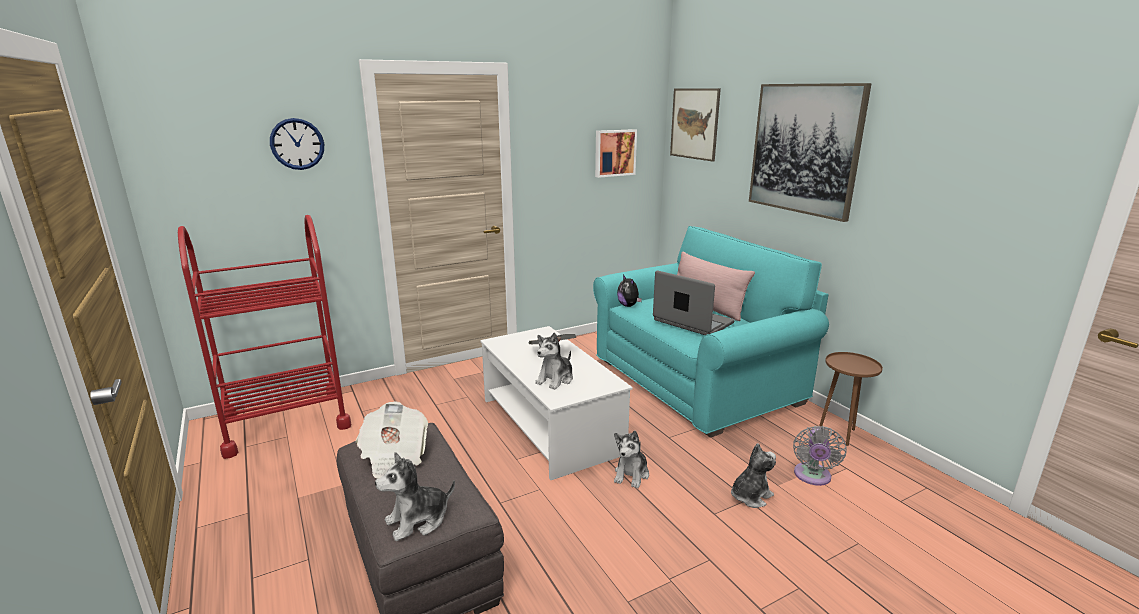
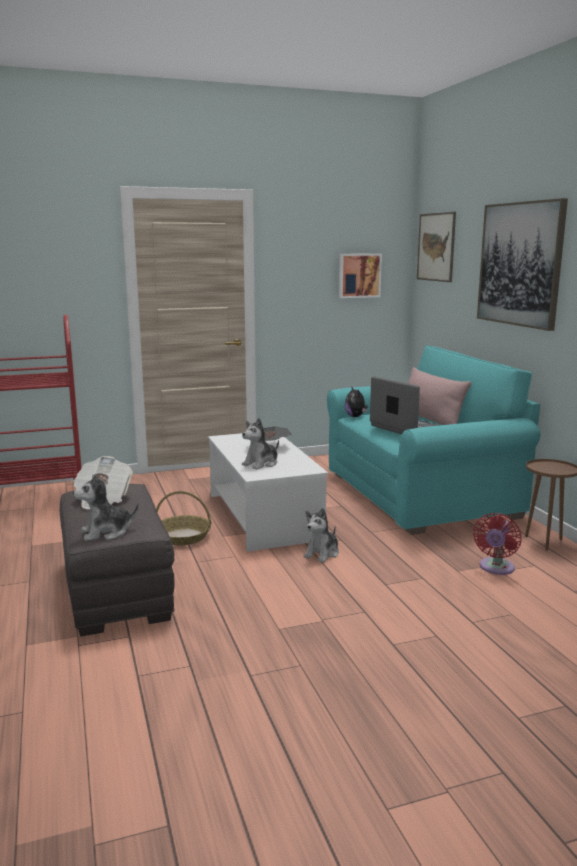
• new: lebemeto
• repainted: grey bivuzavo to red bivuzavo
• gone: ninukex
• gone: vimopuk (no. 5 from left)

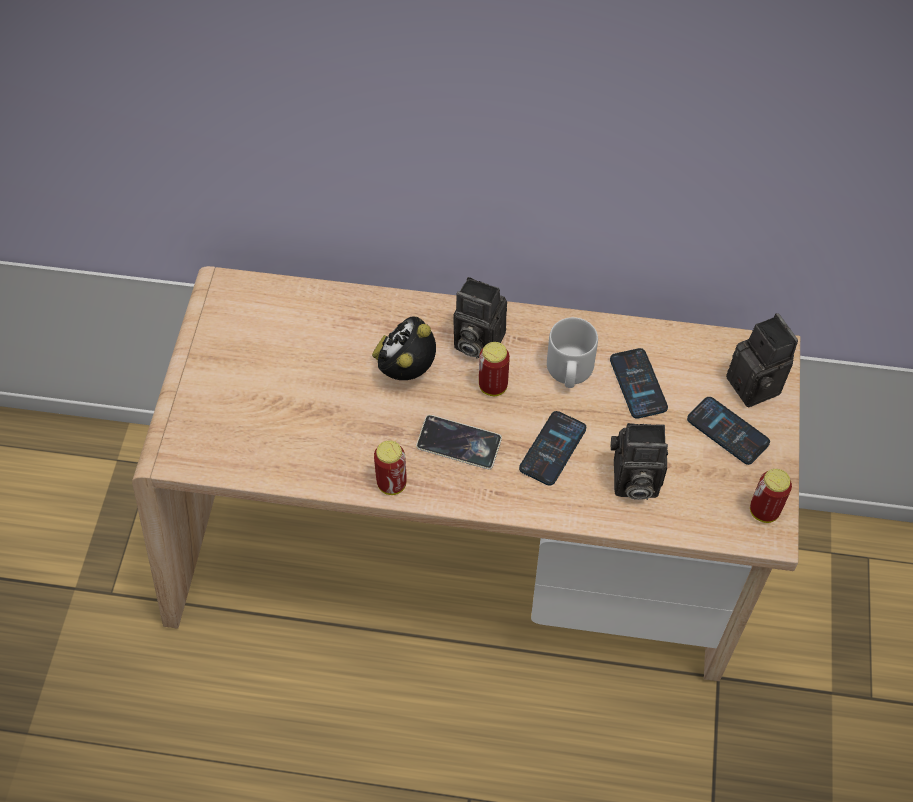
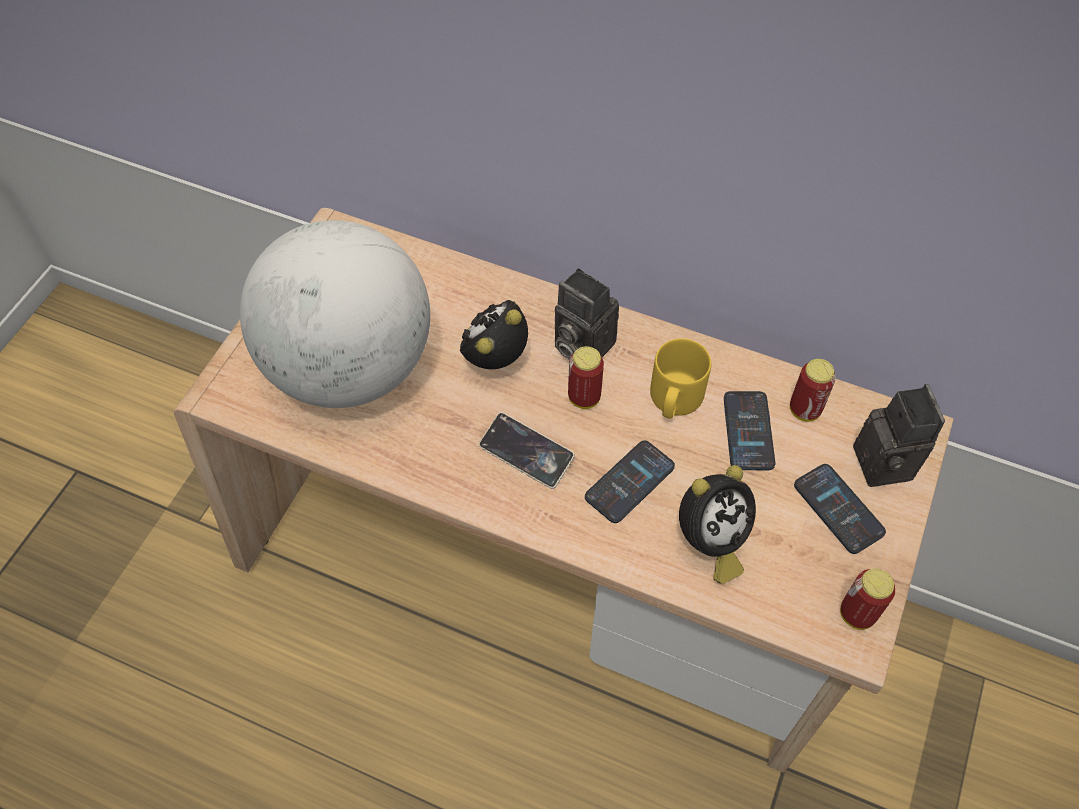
• new: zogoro
• repainted: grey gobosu to yellow gobosu
• swapped: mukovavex (no. 2 from left) to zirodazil (no. 2 from left)
• shifted: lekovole (no. 1 from left in the first image) to lekovole (no. 2 from left)

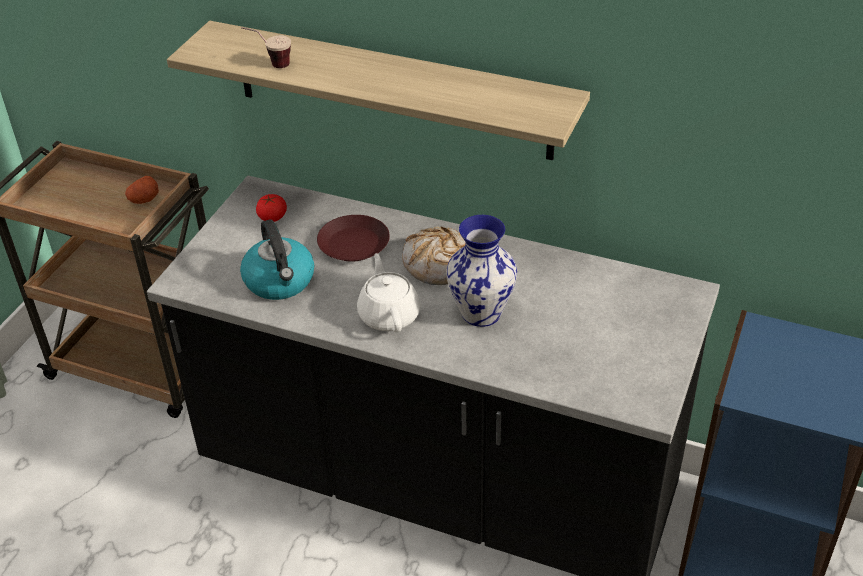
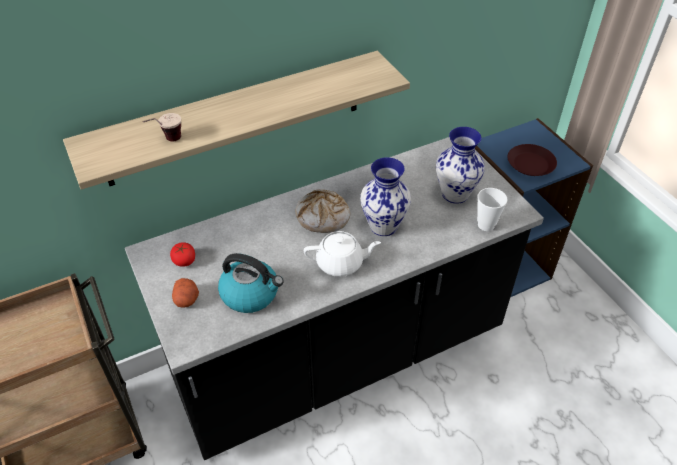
• shifted: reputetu
• rotated: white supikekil 150 degrees clockwise
• new: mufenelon (no. 2 from left)
• new: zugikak (no. 2 from left)
• shifted: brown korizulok

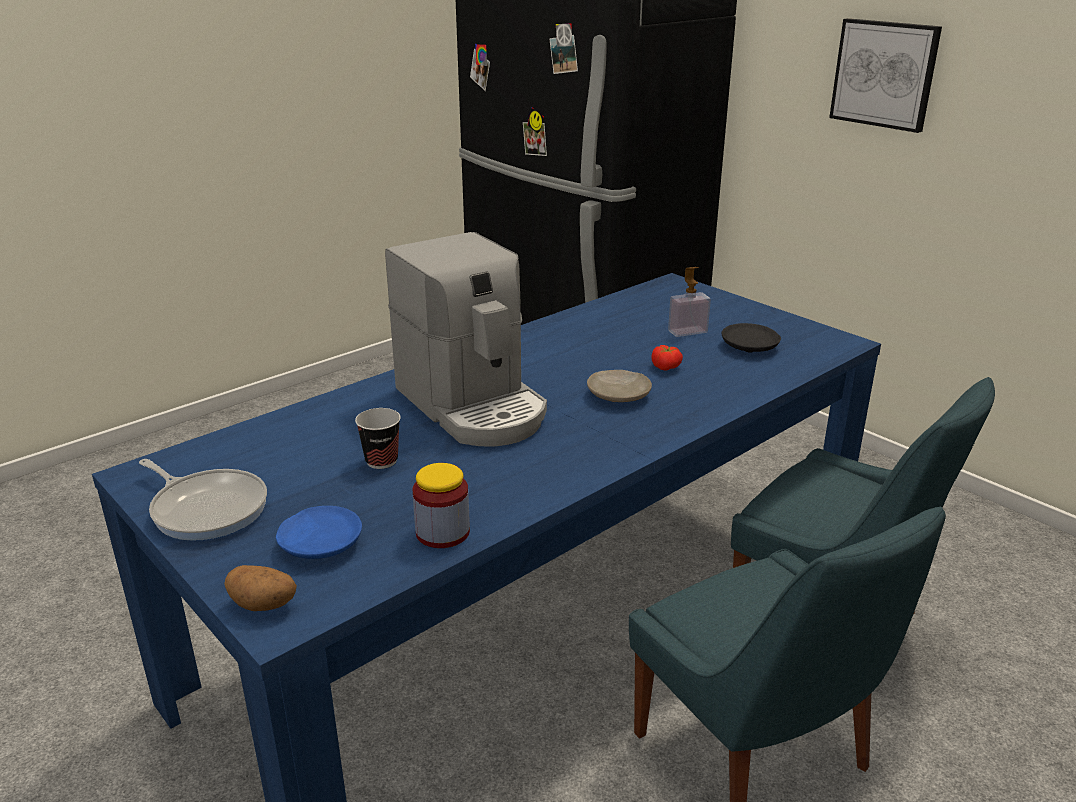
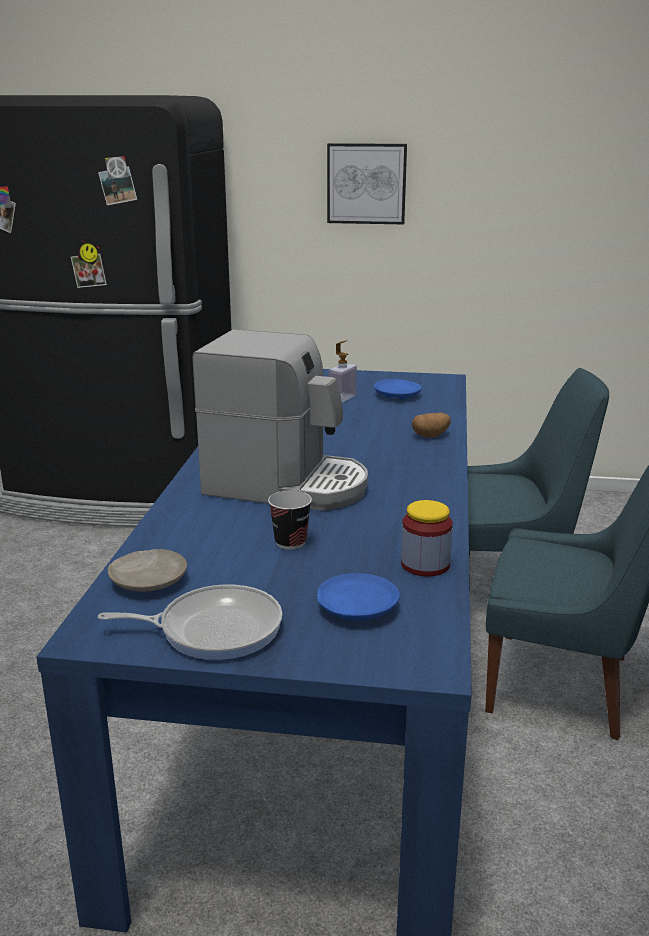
• shifted: beige korizulok
• repainted: black korizulok to blue korizulok (no. 2 from left)
• shifted: reputetu
• gone: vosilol

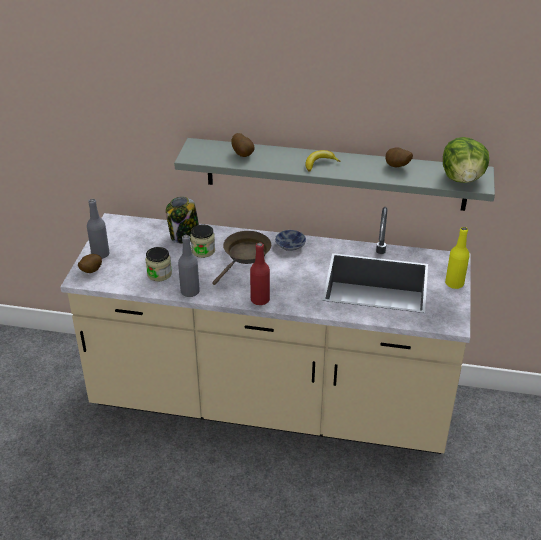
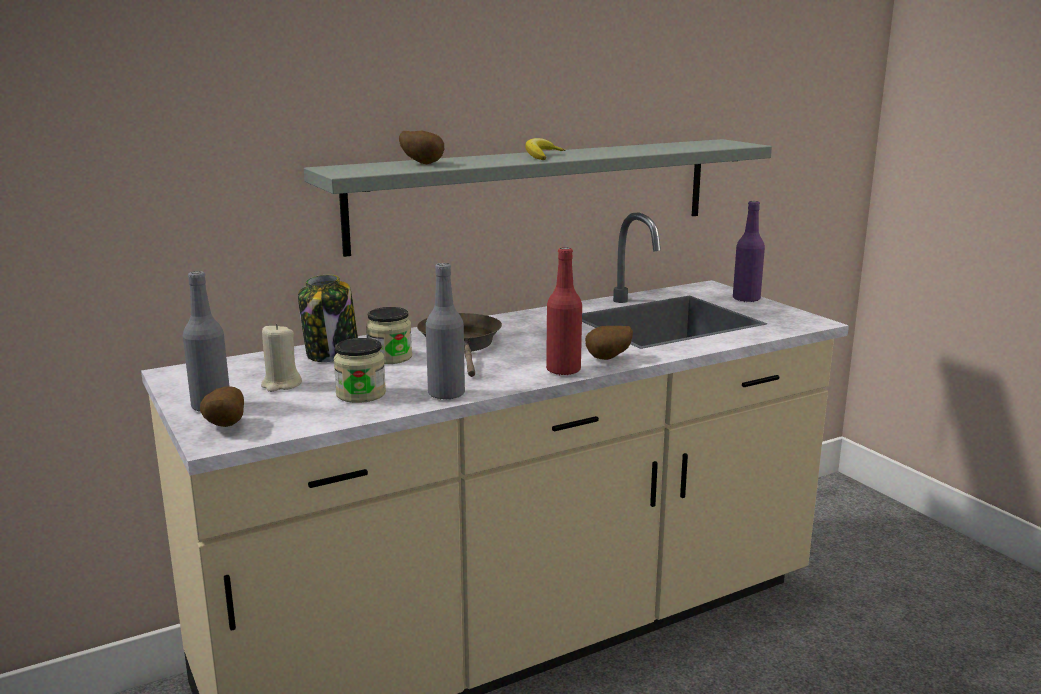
• new: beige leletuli
• shifted: reputetu (no. 3 from left)
• repainted: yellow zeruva to purple zeruva
• gone: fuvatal
• gone: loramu

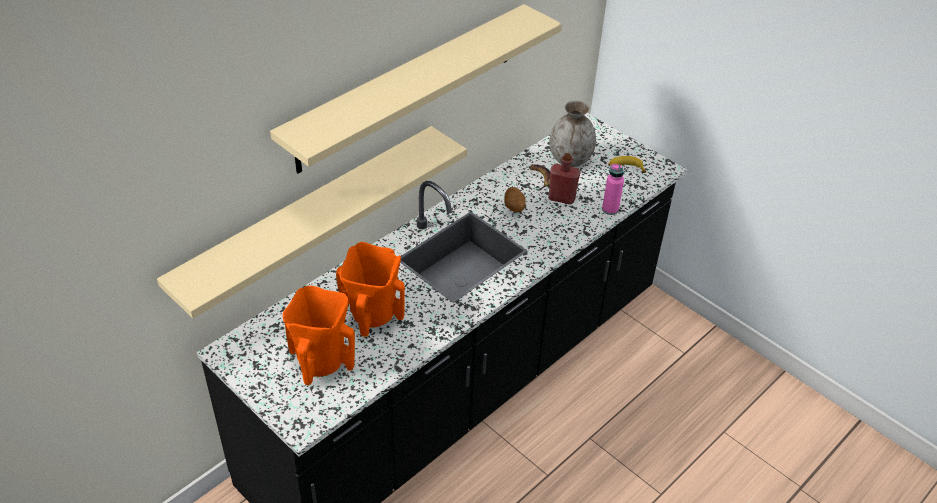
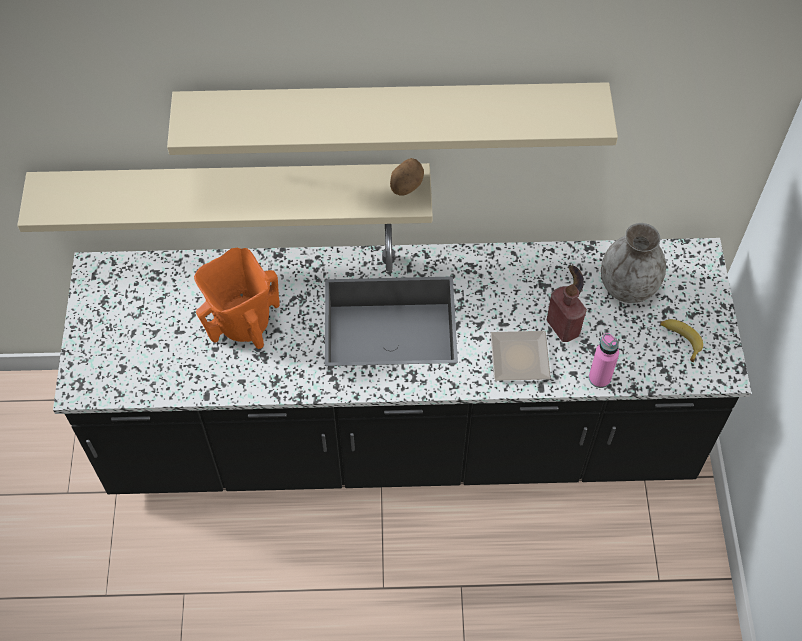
• shifted: reputetu
• new: korizulok
• gone: orange mufenelon (no. 1 from left)

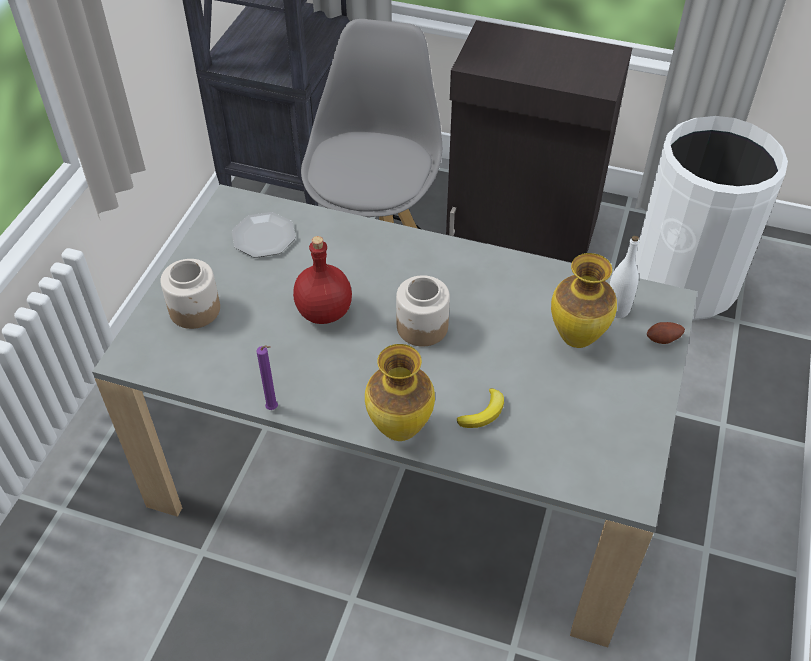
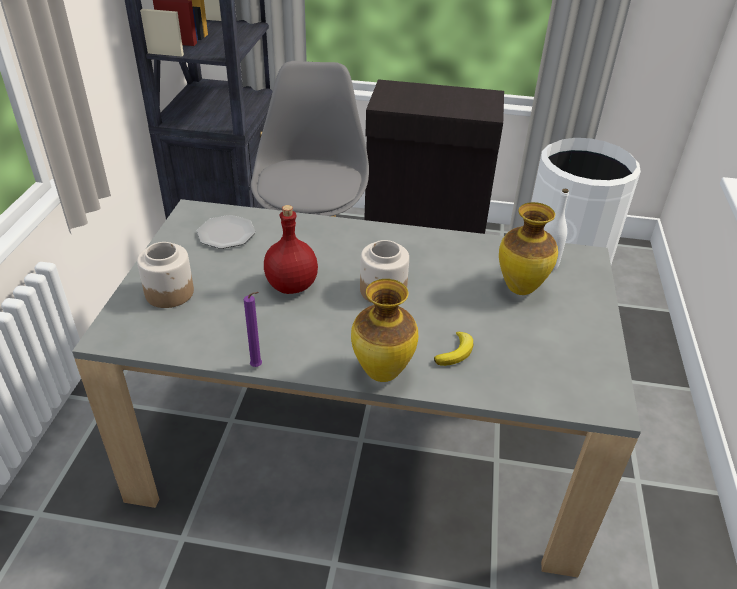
• gone: reputetu

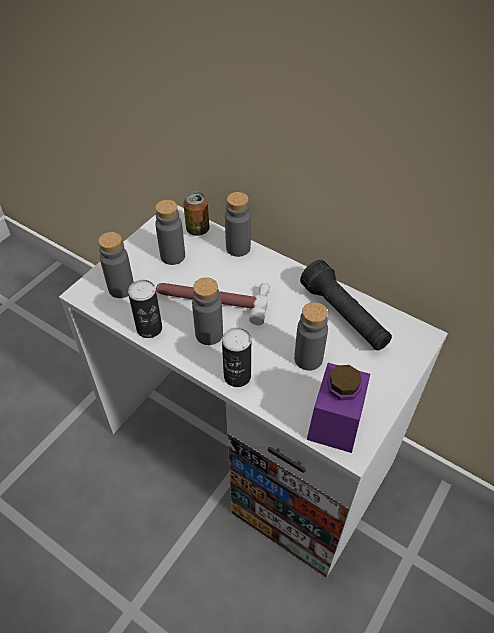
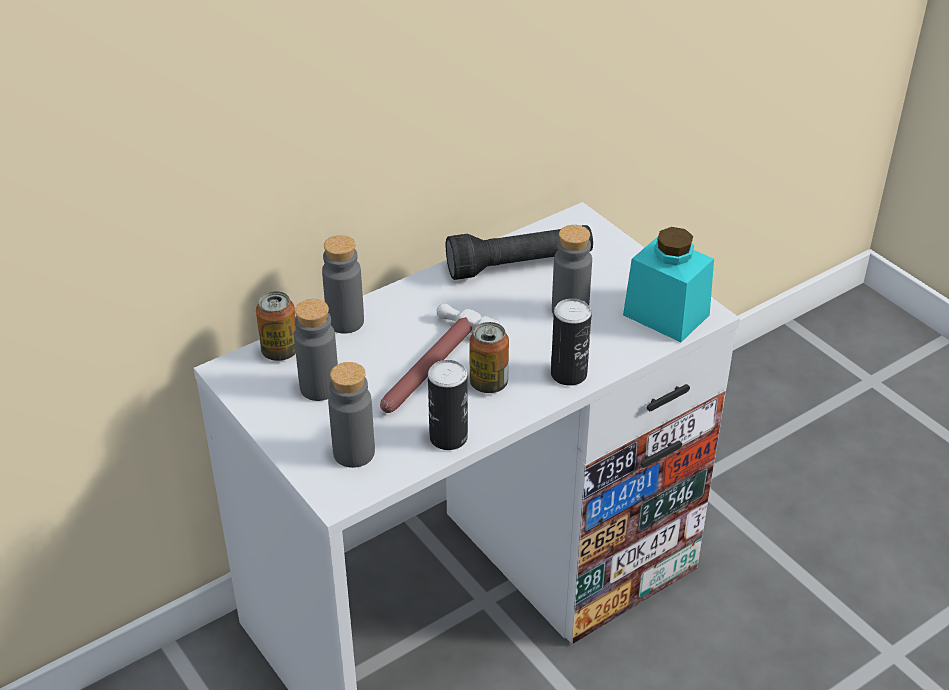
• swapped: grey zeruva (no. 3 from left) to lekovole (no. 3 from left)
• repainted: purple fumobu to turquoise fumobu

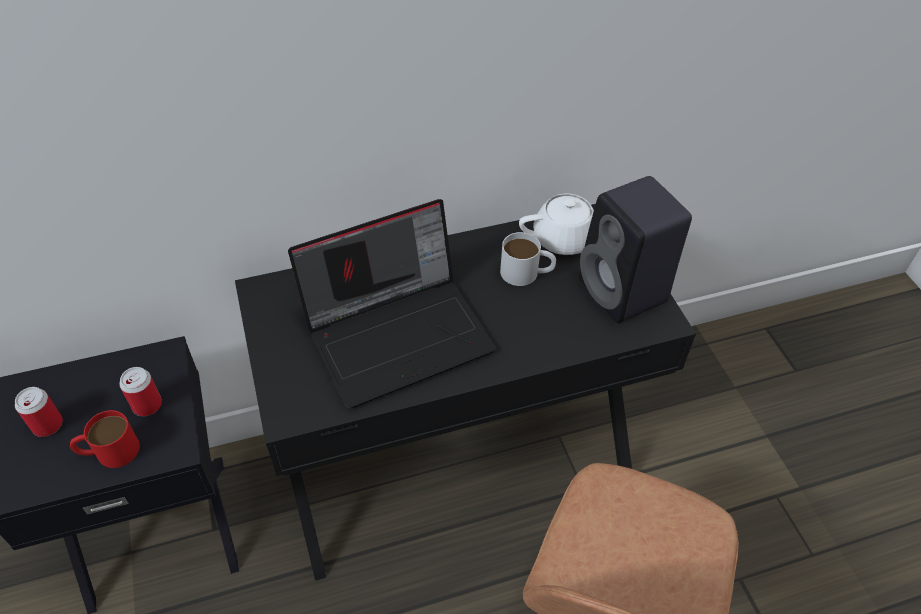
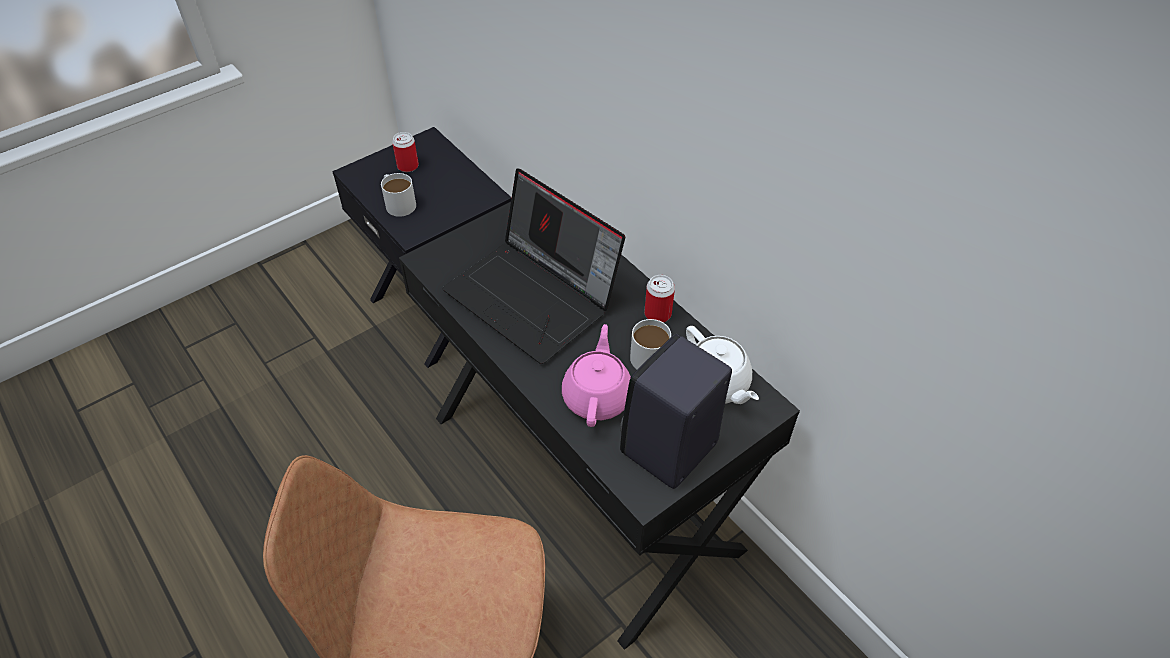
• repainted: red gobosu to white gobosu (no. 1 from left)
• new: pink supikekil
• shifted: lekovole (no. 2 from left)

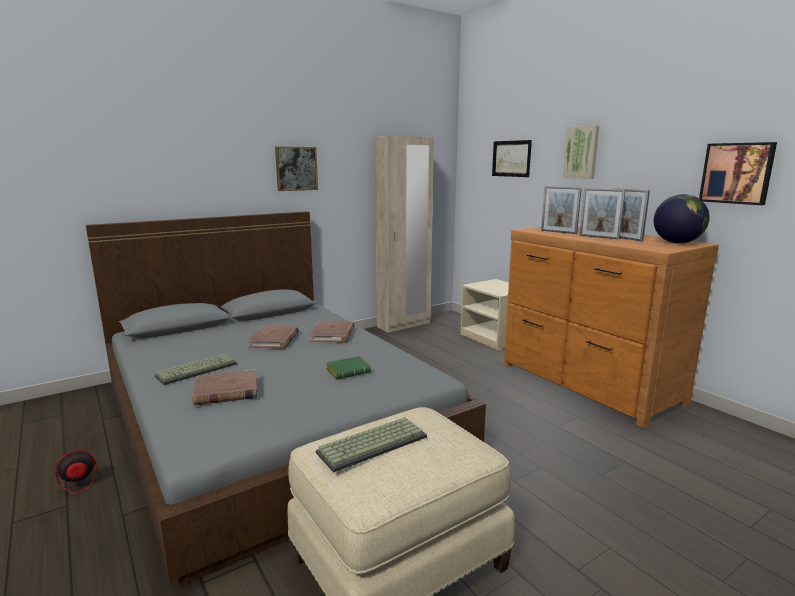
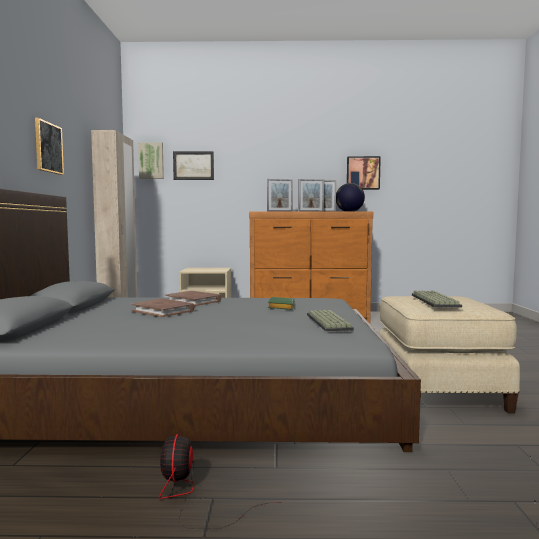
• shifted: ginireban (no. 3 from left in the first image) to ginireban (no. 2 from left)
• shifted: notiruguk (no. 1 from left)
• gone: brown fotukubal (no. 1 from left)

